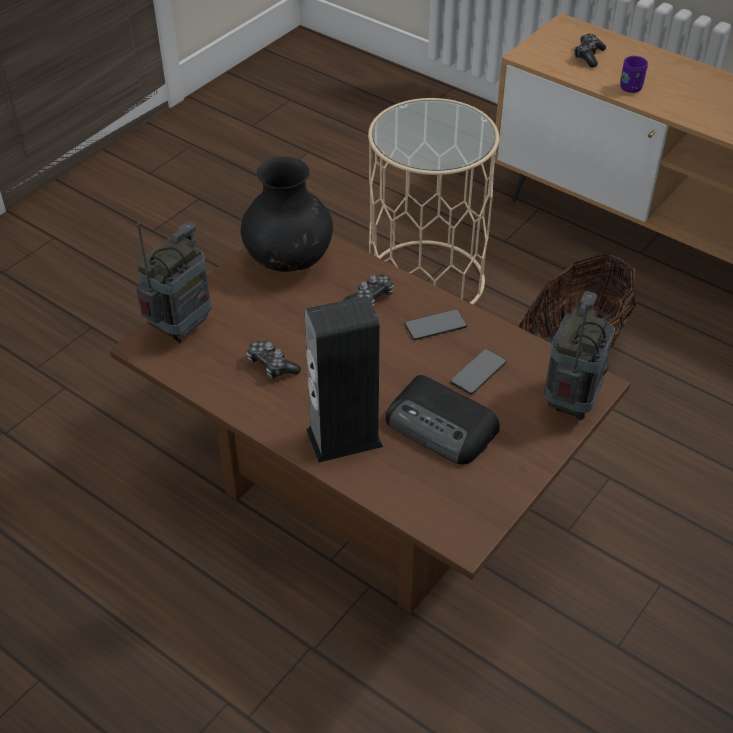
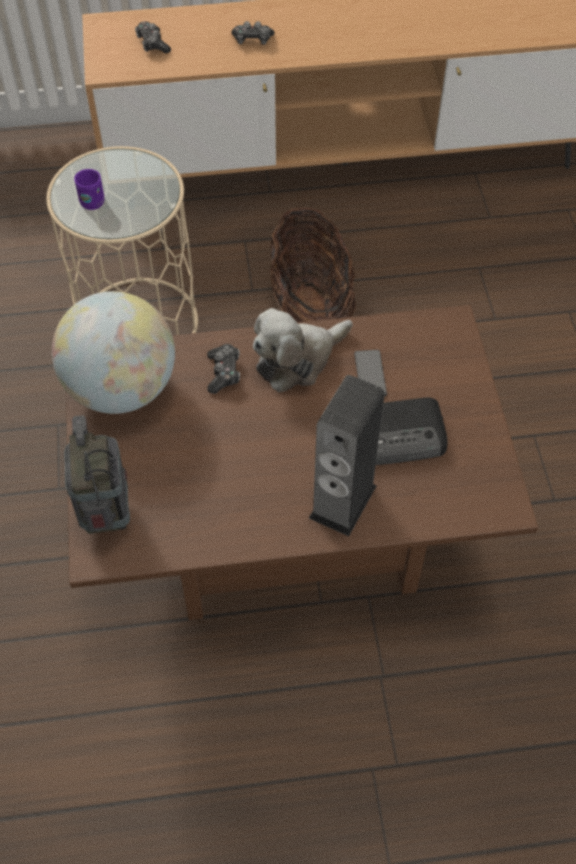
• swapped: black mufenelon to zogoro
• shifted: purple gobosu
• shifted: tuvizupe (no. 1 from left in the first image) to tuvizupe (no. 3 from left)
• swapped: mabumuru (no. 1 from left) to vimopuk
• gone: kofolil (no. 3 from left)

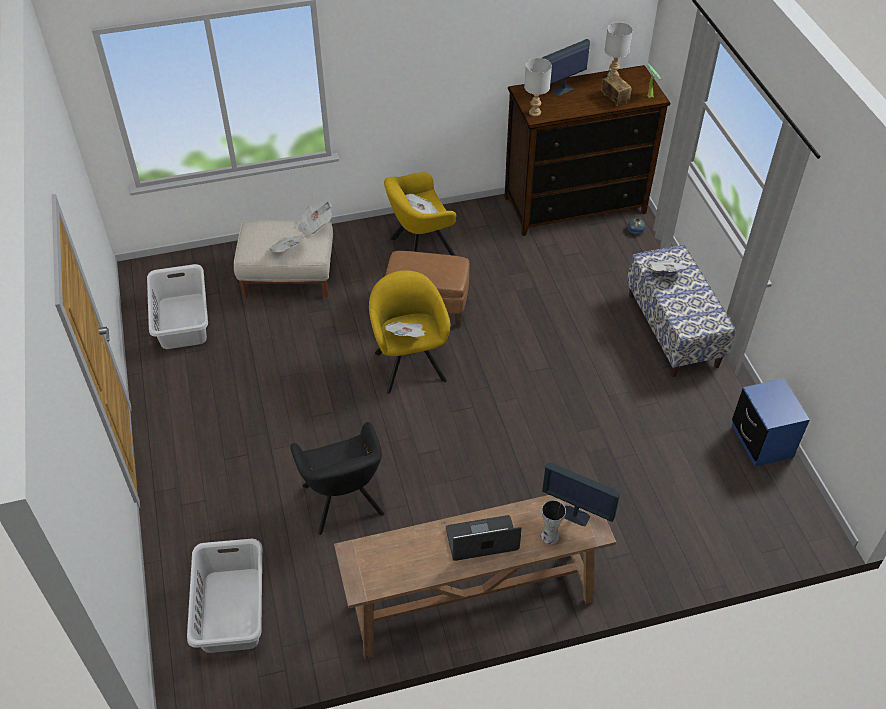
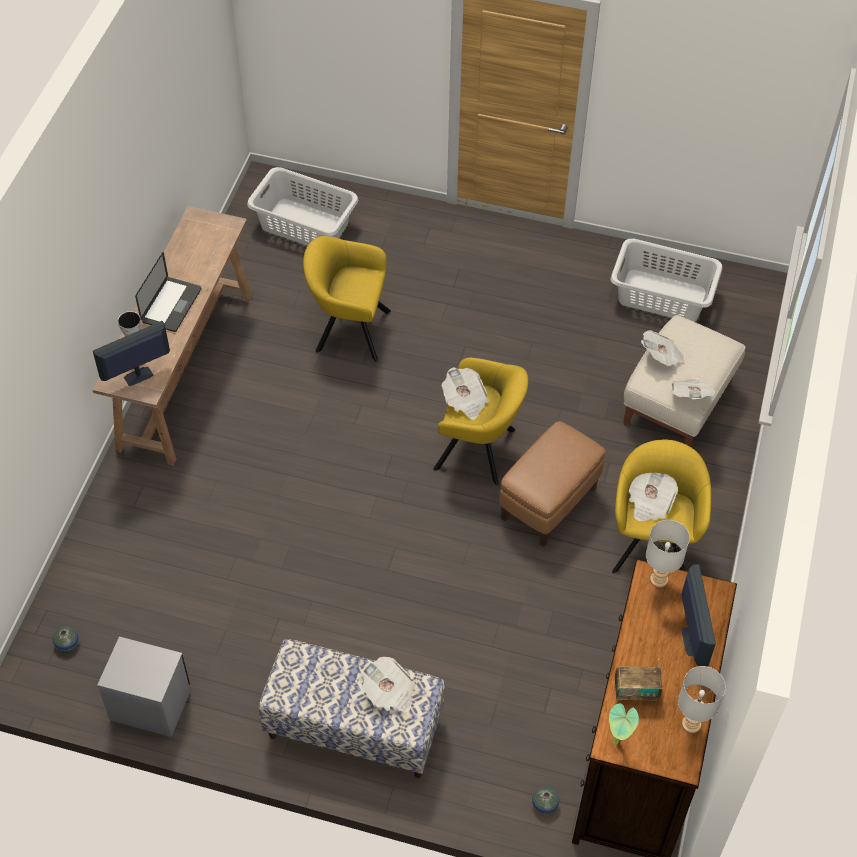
• new: mufenelon (no. 1 from left)
• repainted: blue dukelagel to grey dukelagel
• repainted: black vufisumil to yellow vufisumil (no. 1 from left)

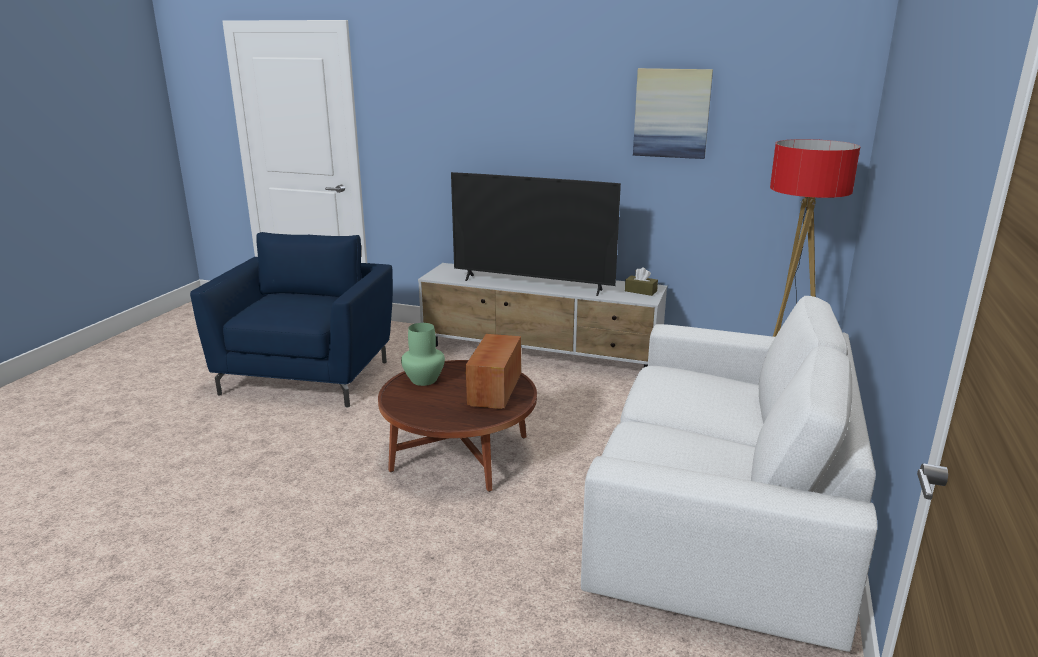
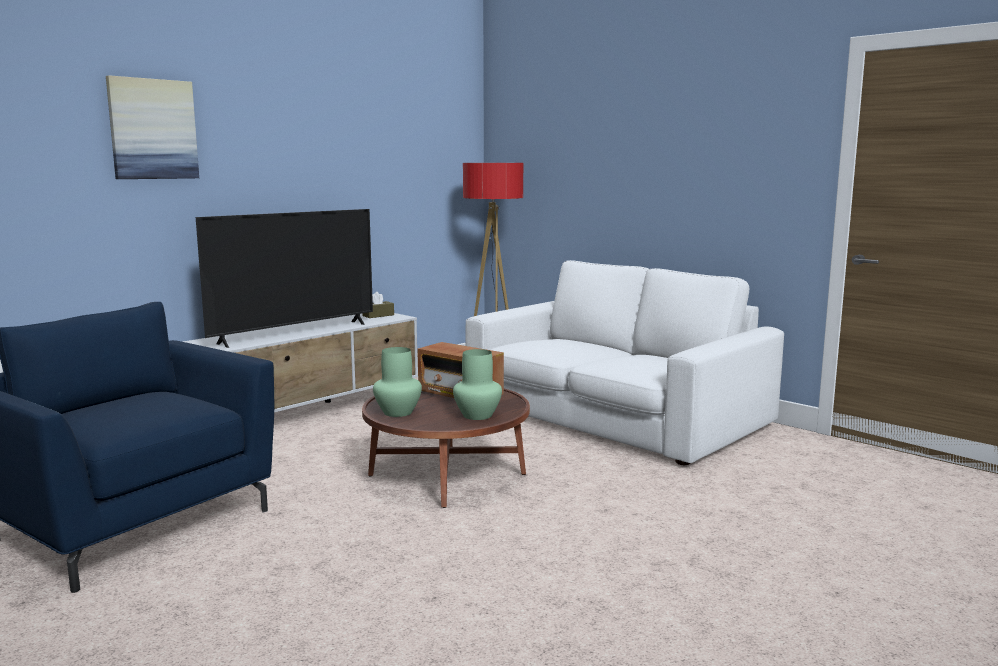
• shifted: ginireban
• new: green mufenelon (no. 2 from left)

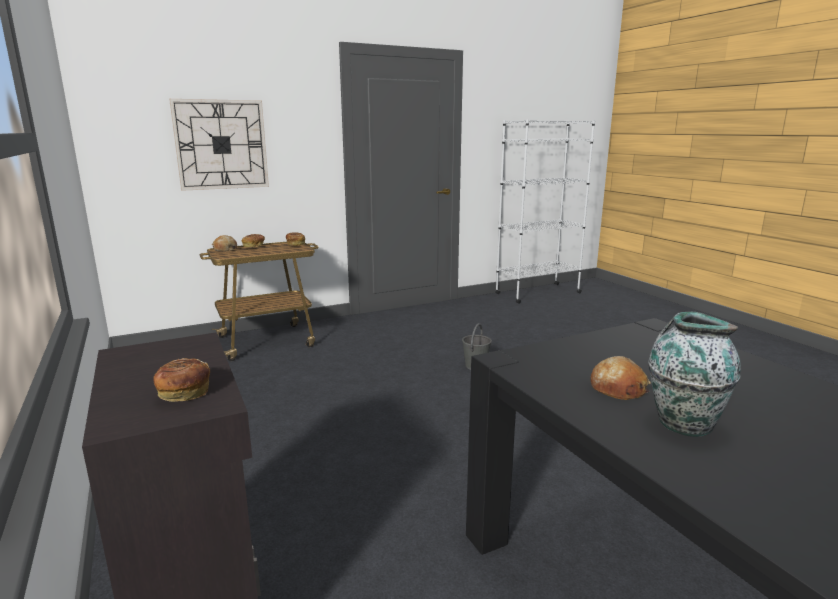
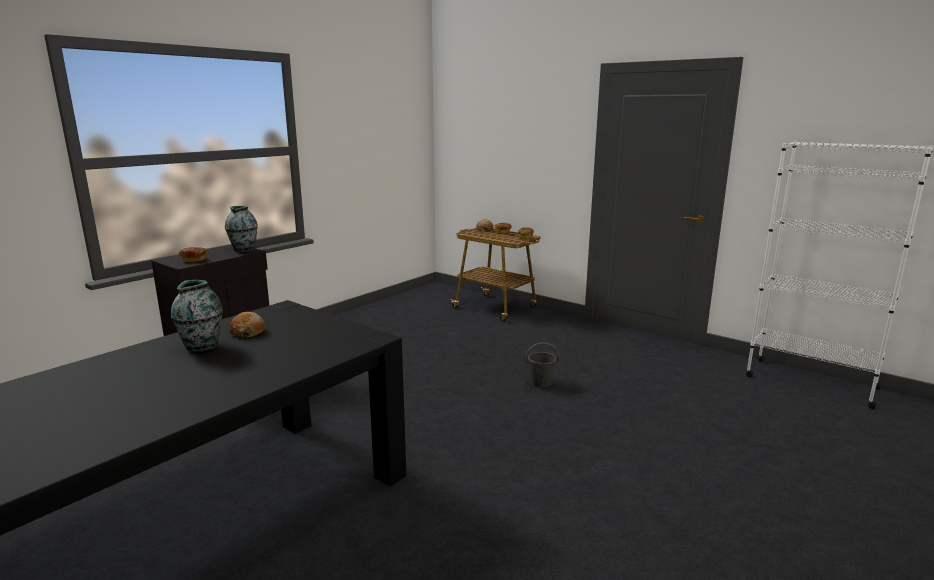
• new: mufenelon (no. 2 from left)
• gone: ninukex

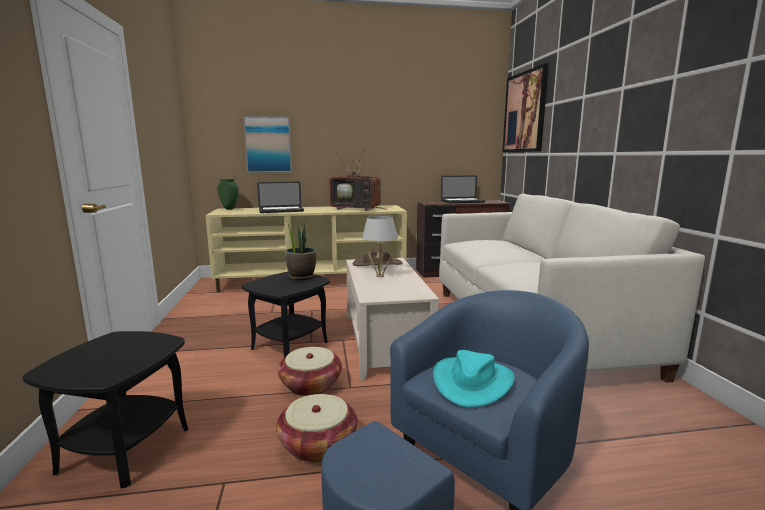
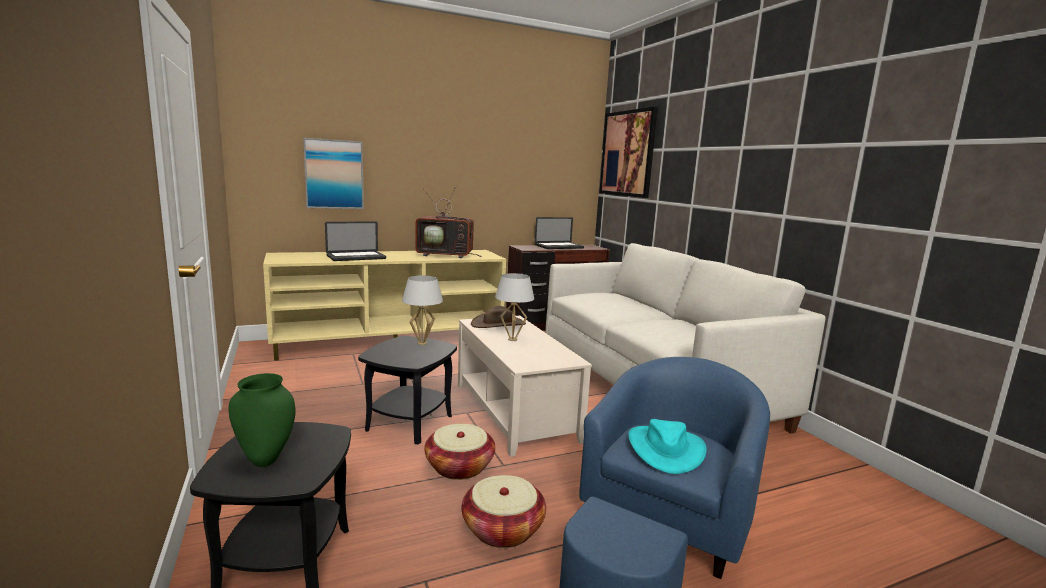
• shifted: green mufenelon
• swapped: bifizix to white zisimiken (no. 1 from left)

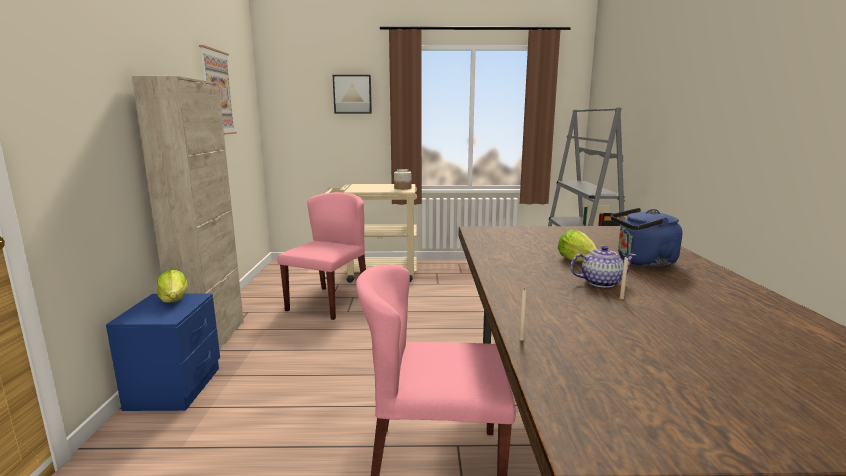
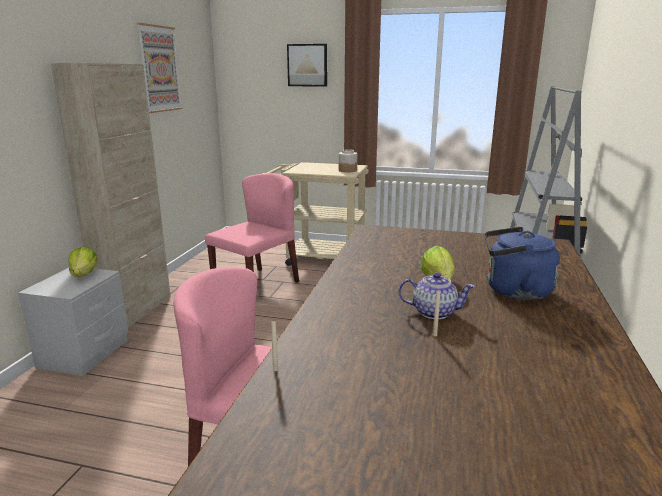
• repainted: blue dukelagel to grey dukelagel

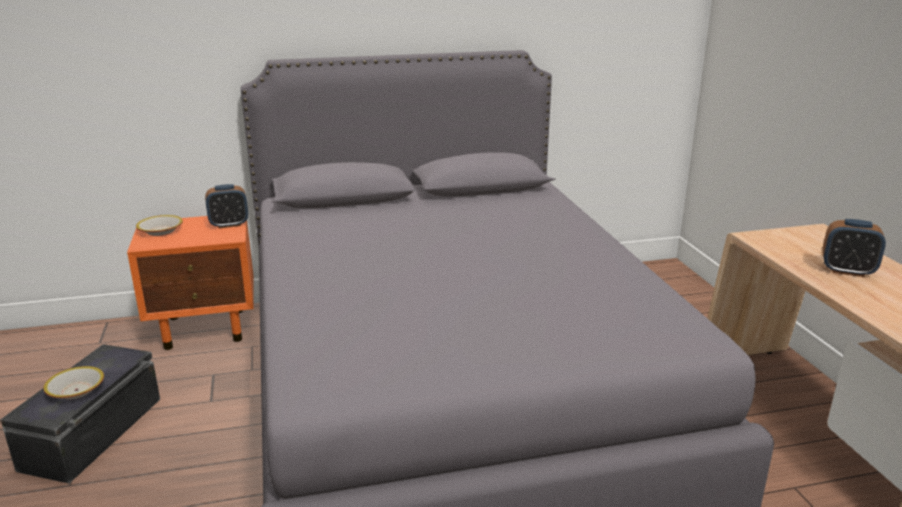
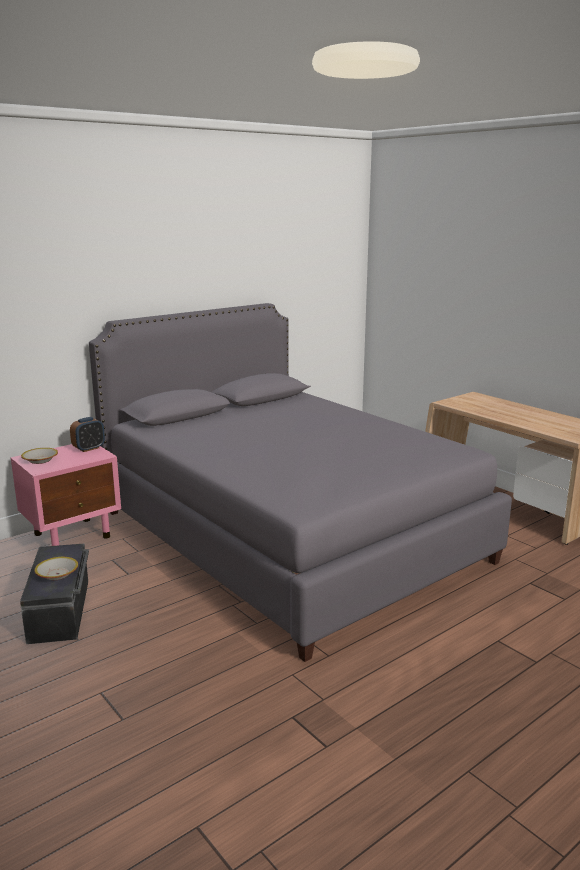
• repainted: orange dukelagel to pink dukelagel
• gone: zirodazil (no. 2 from left)

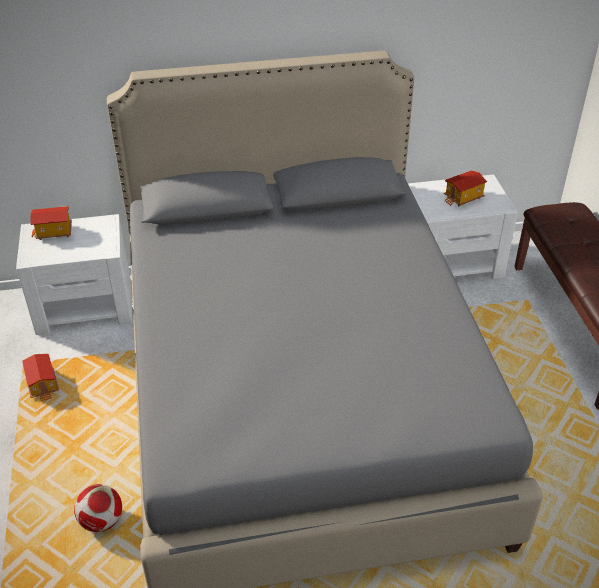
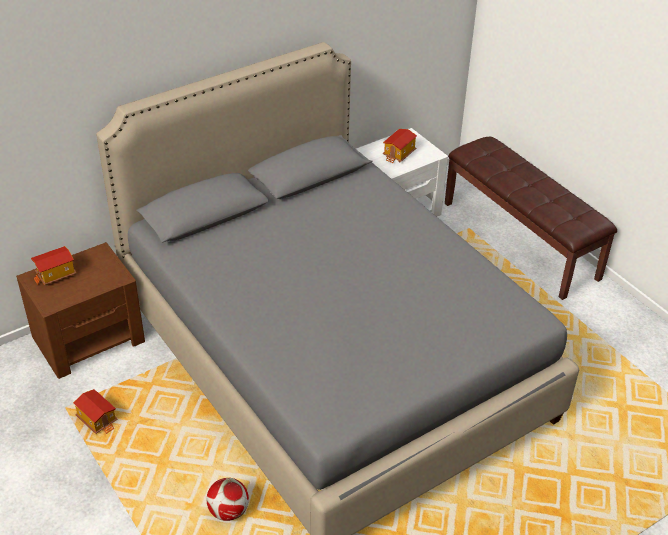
• repainted: white dukelagel (no. 1 from left) to brown dukelagel

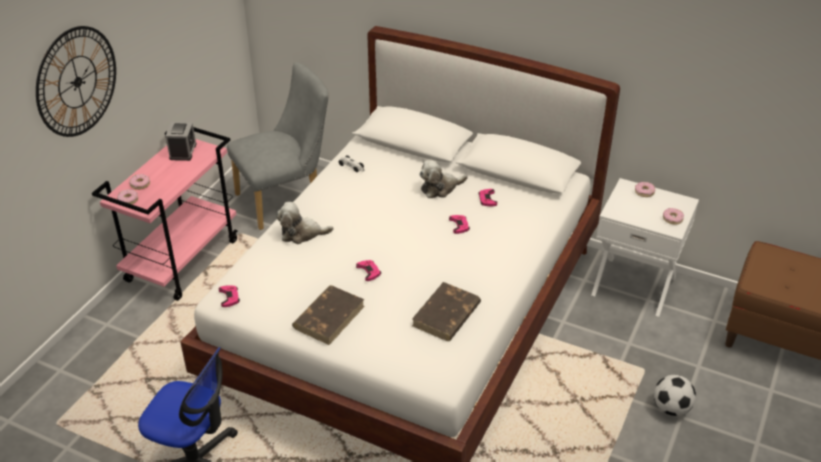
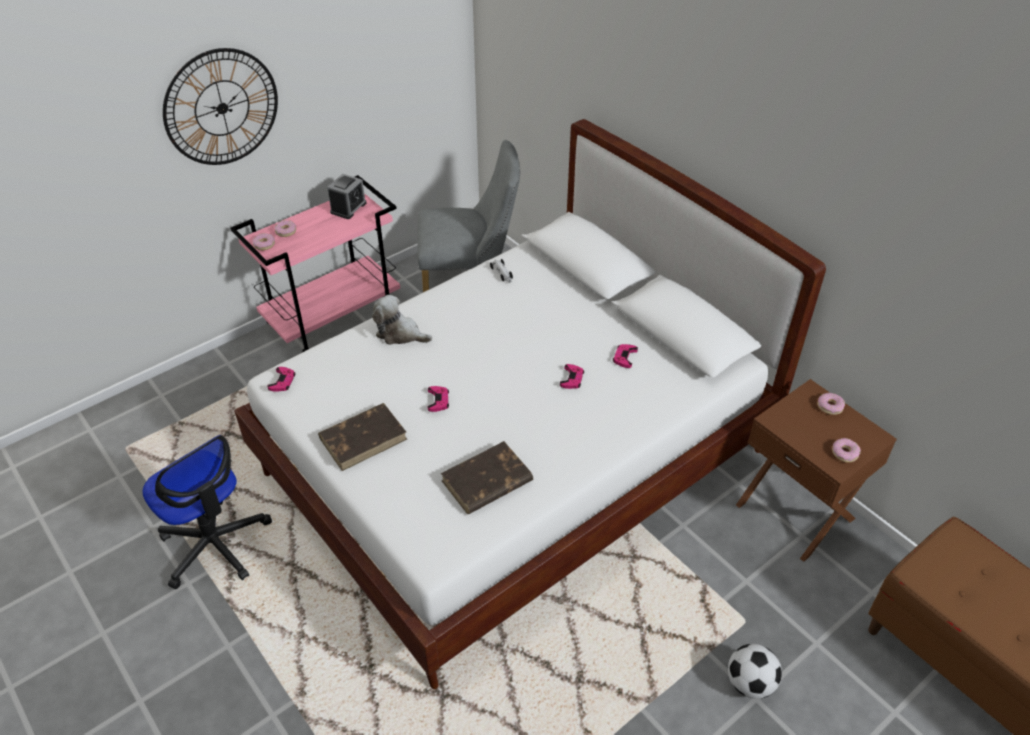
• repainted: white dukelagel to brown dukelagel
• gone: vimopuk (no. 2 from left)

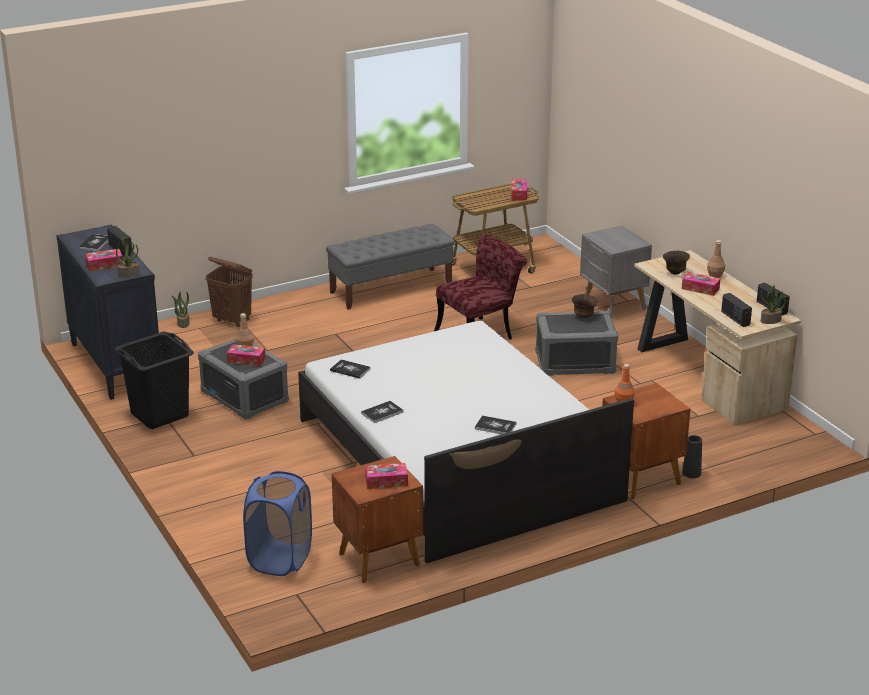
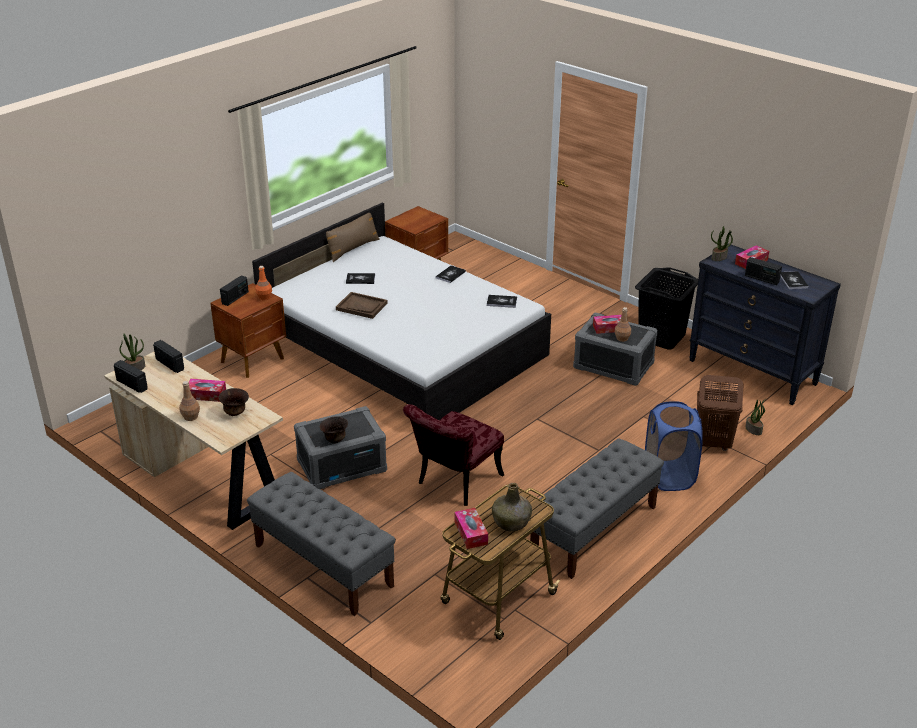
• new: kofolil (no. 3 from left)
• swapped: grey dukelagel to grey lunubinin (no. 1 from left)
• new: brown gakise
• new: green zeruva
• shifted: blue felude
• gone: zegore (no. 3 from left)
• gone: black mufenelon

